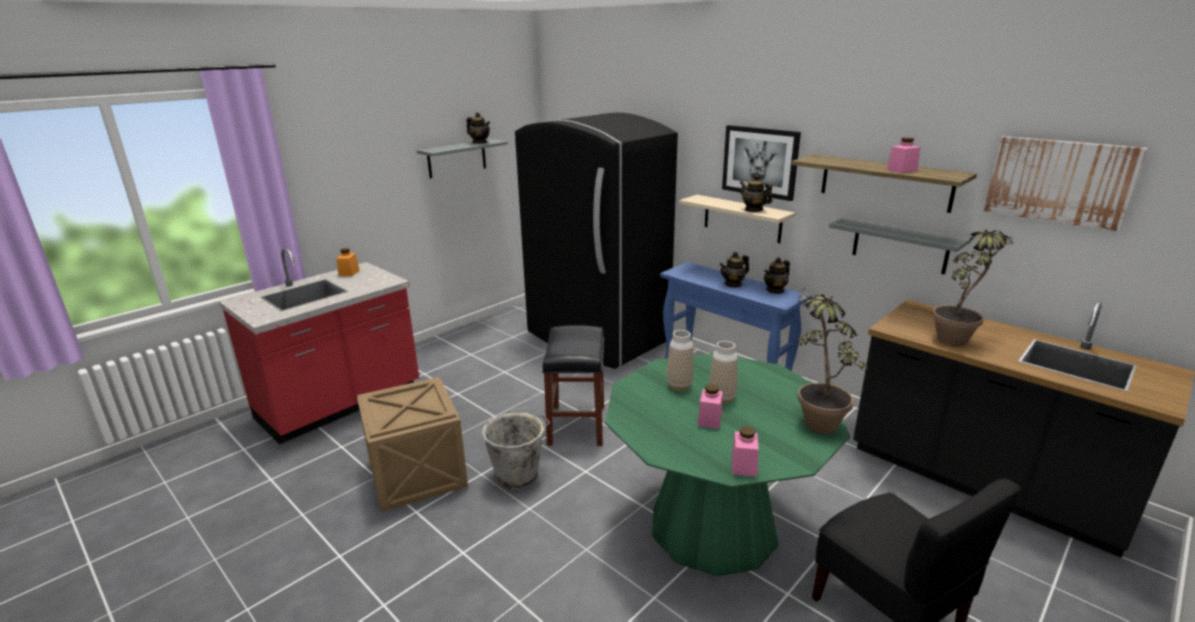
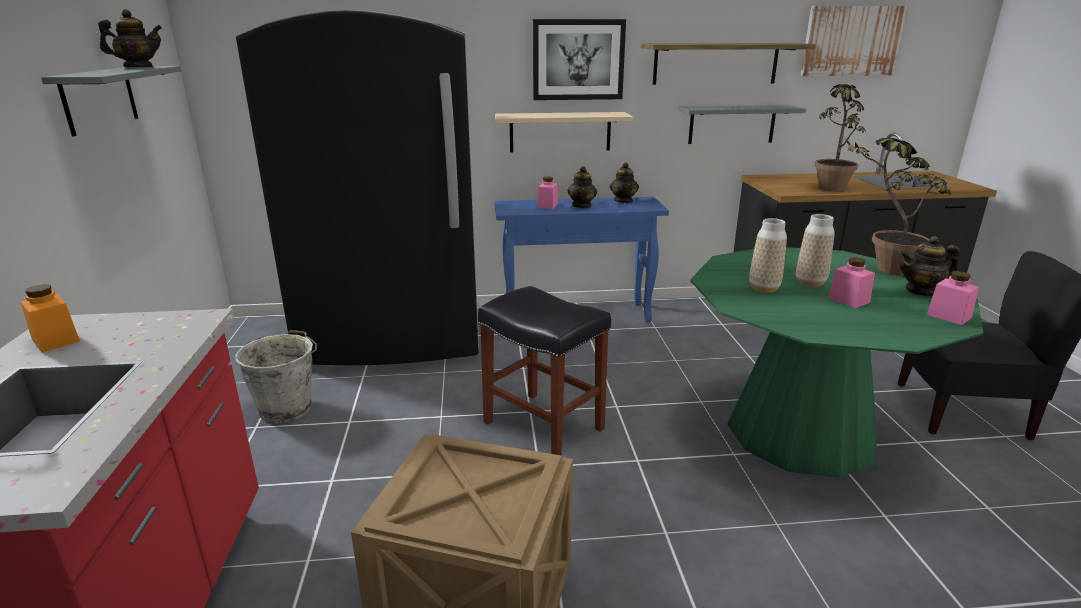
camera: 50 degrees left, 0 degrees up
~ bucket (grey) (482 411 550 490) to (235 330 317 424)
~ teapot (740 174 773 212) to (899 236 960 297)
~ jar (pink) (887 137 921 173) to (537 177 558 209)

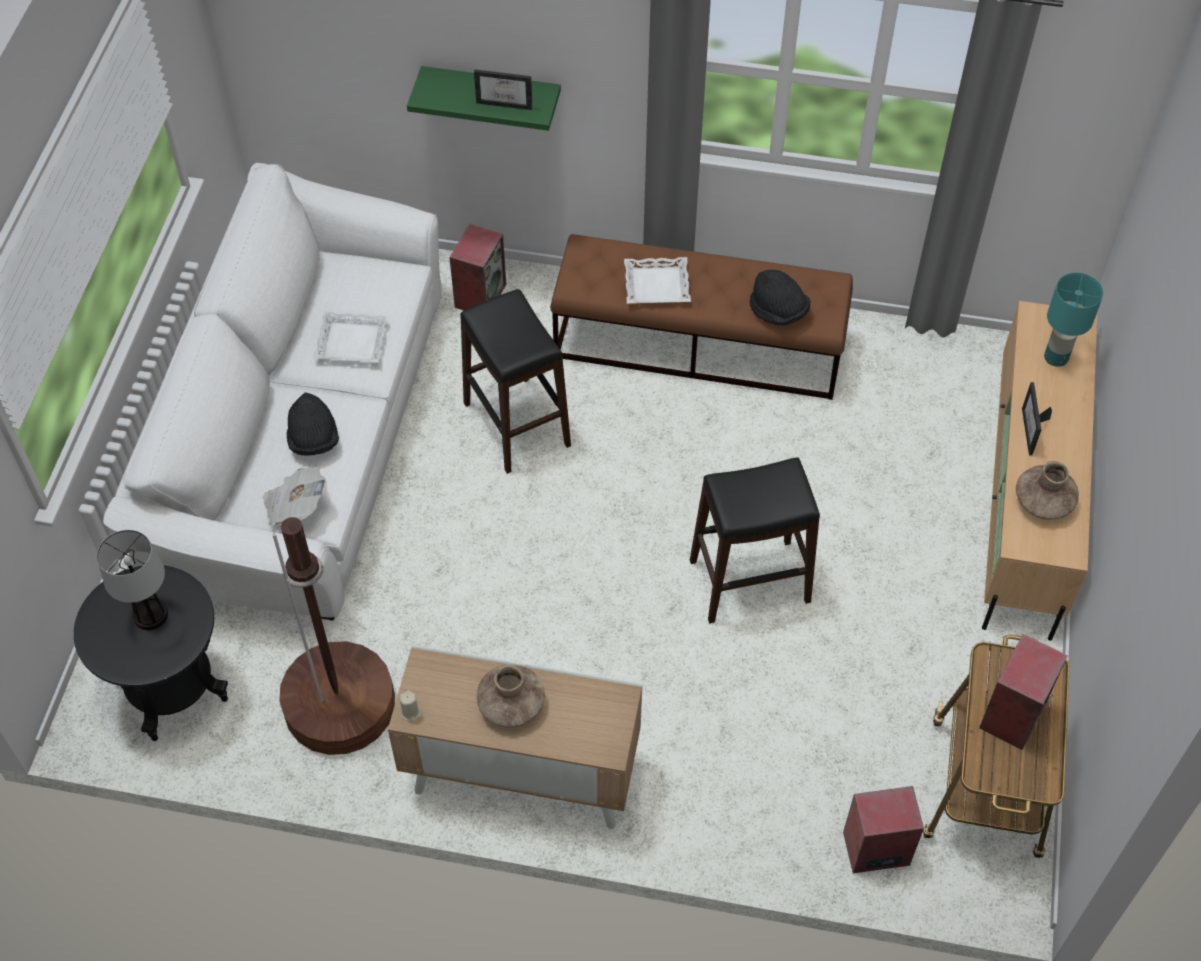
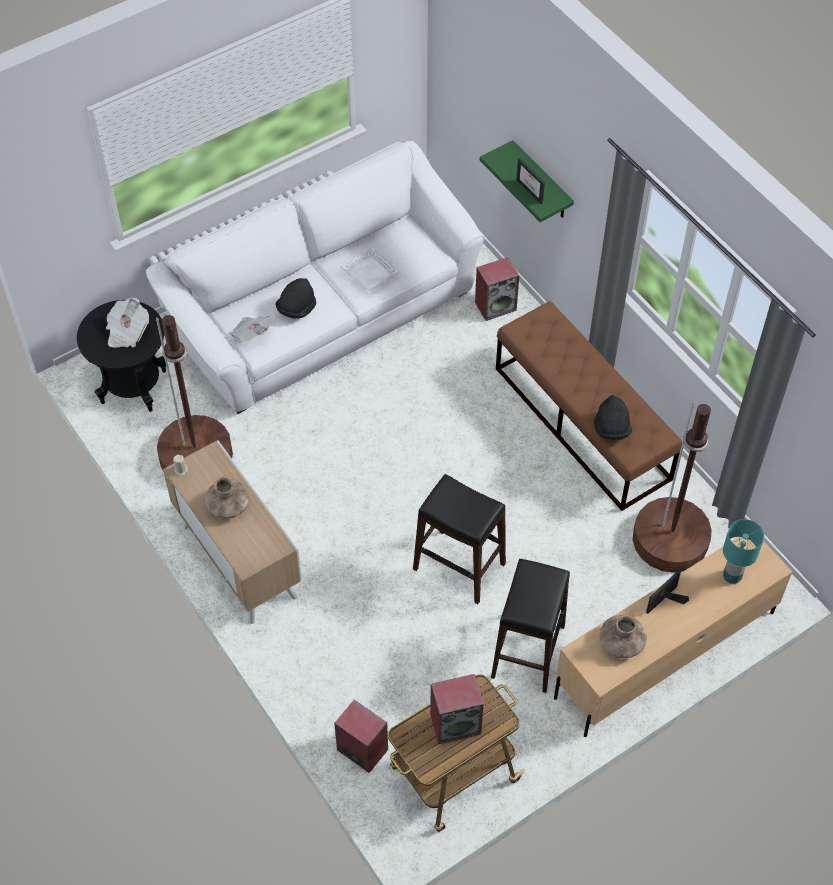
camera: 45 degrees right, 0 degrees up
- tray (white) (624 257 691 303)
+ floor lamp (brown) (633 403 712 573)
~ stool (black) (460 289 571 474) to (491 559 570 693)
~ table lamp (97 530 168 630) to newspaper (106 298 149 348)

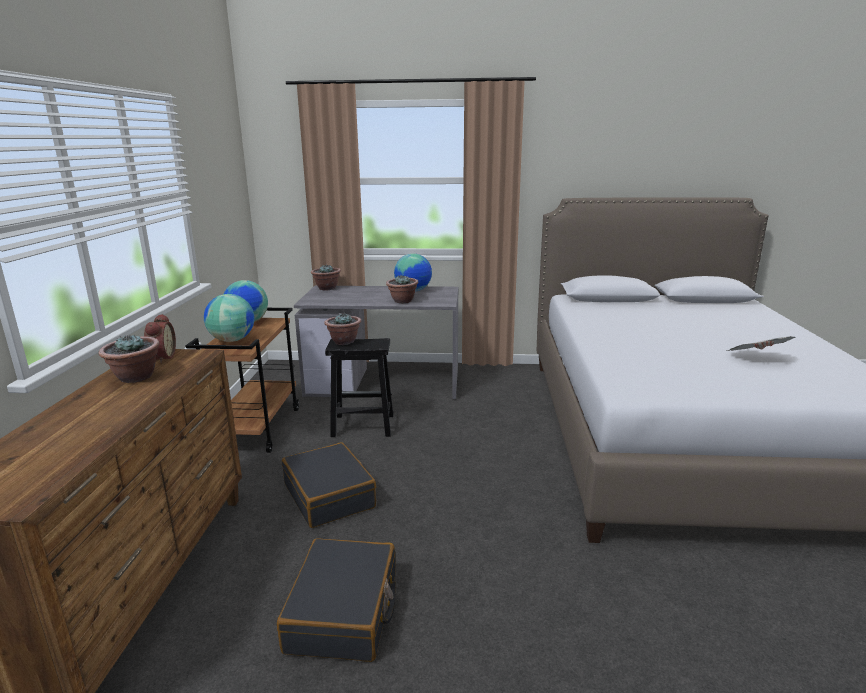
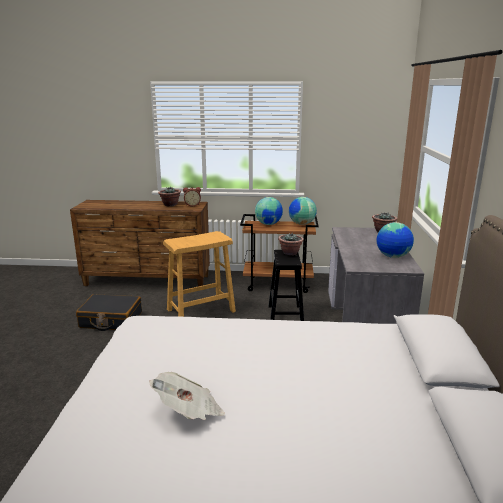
camera: 90 degrees right, 0 degrees up
- potted plant (386 275 418 303)
~ suitcase (black) (282 442 376 528) to stool (beige) (163 231 236 317)

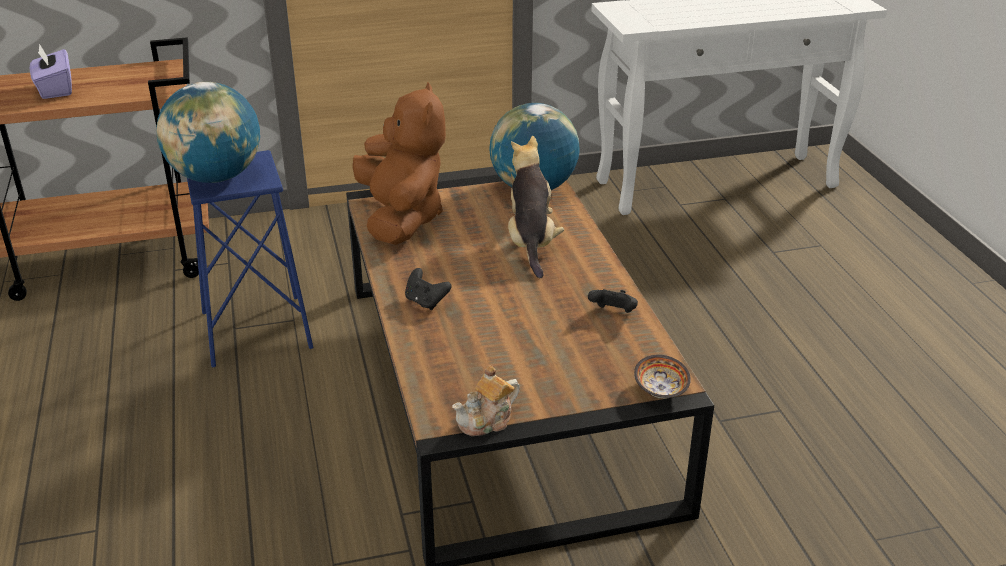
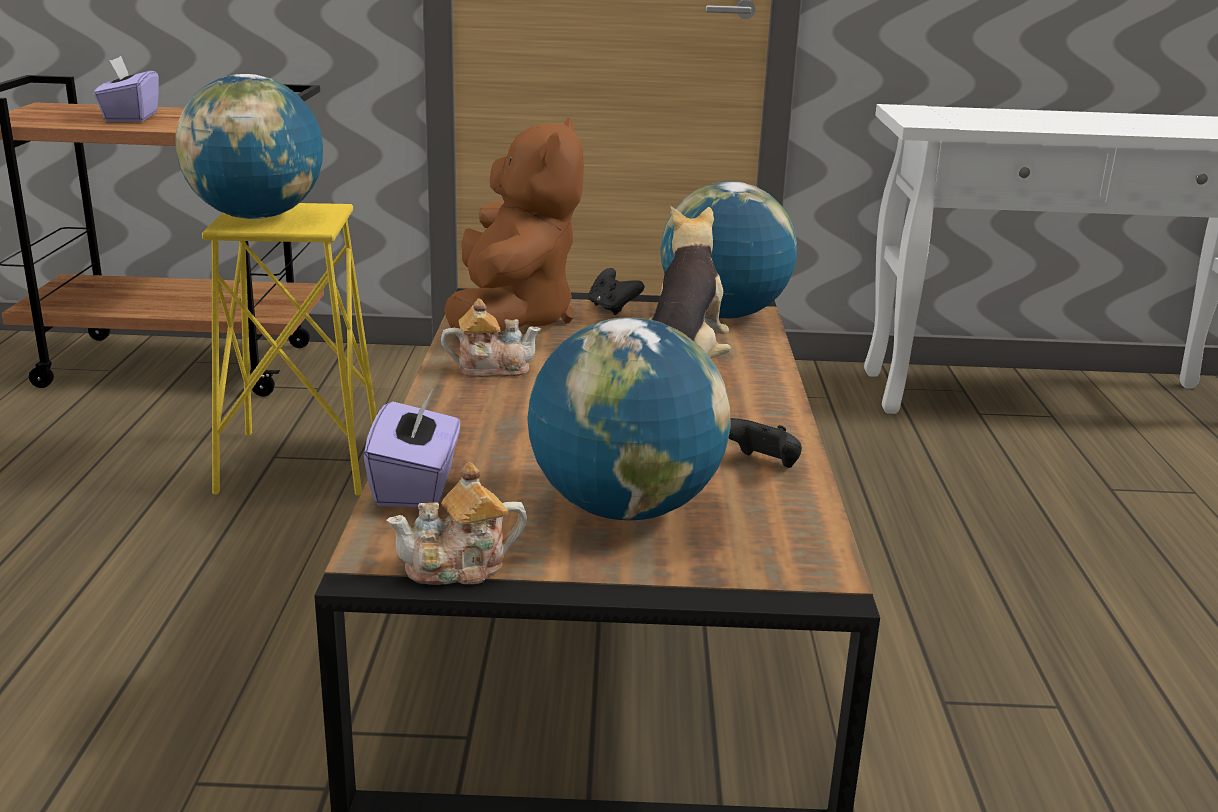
camera: 15 degrees right, 10 degrees down
- bowl (634 355 691 398)
+ tissue box (purple) (364 391 460 507)
+ teapot (441 298 541 377)
+ globe (527 317 731 520)
~ game controller (black) (405 268 451 310) to (588 268 644 315)
~ stool (blue) (187 150 313 367) to stool (yellow) (202 203 377 496)

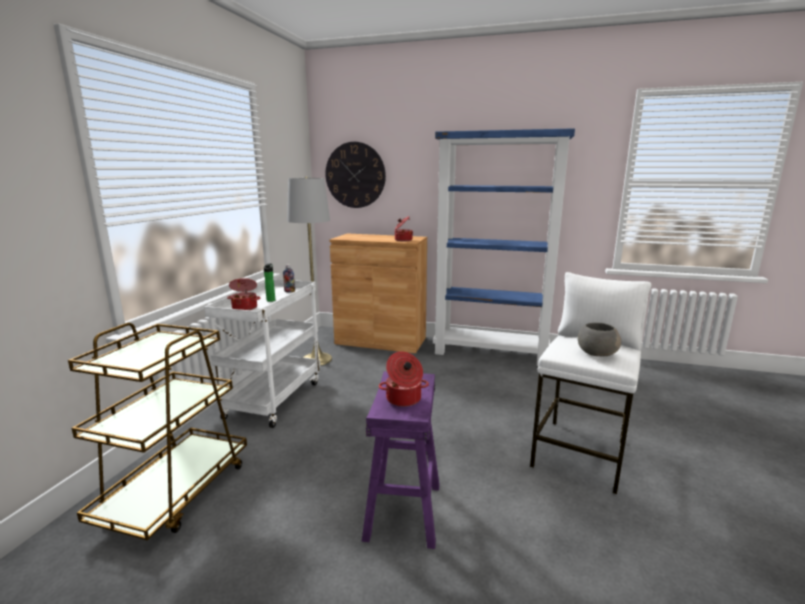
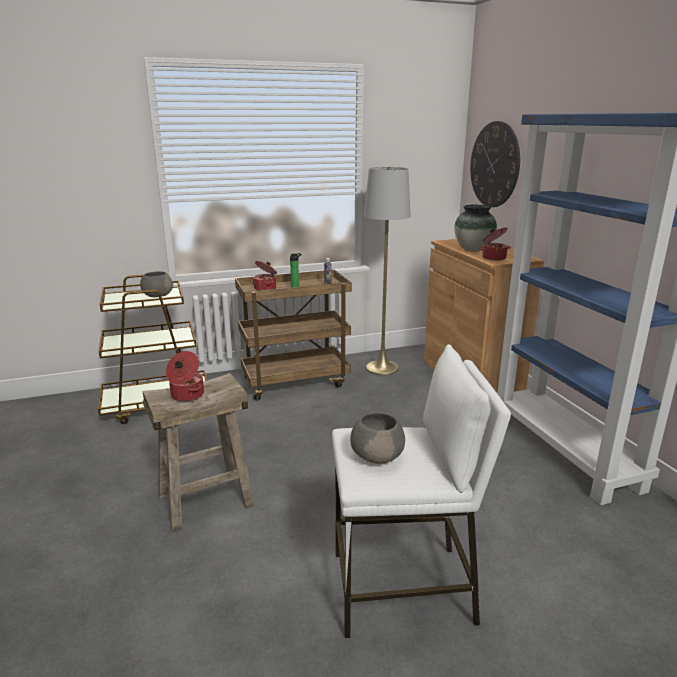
camera: 55 degrees right, 5 degrees up
+ bowl (grey) (140 271 173 297)
+ vase (454 205 497 252)
~ cart (white) (204 279 320 428) to cart (brown) (235 270 351 401)
~ stool (purple) (362 371 440 549) to stool (beige) (143 373 255 533)

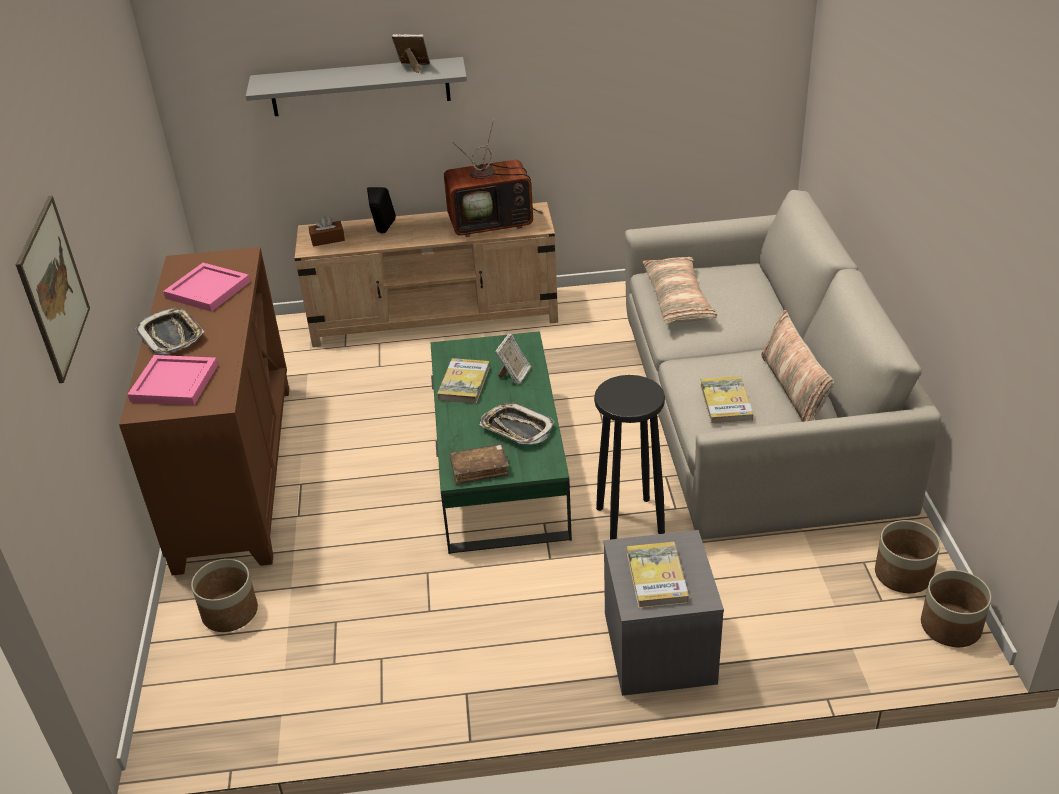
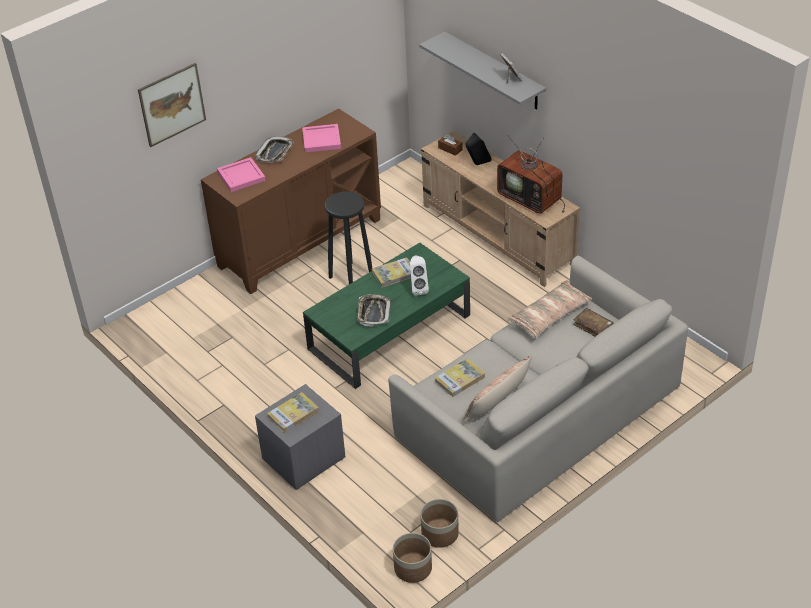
camera: 55 degrees right, 5 degrees up
- planter (191 559 258 632)
~ book (brown) (450 444 509 485) to (573 308 614 337)
~ stool (black) (594 375 665 540) to (325 192 372 284)
~ picture frame (495 333 531 385) to speaker (white) (410 256 429 296)

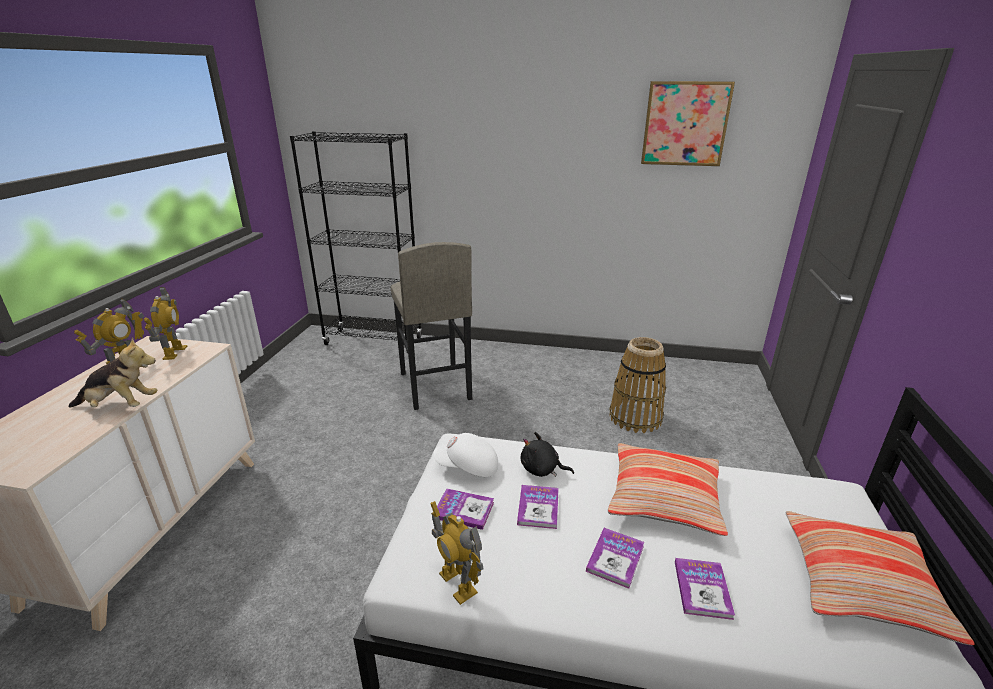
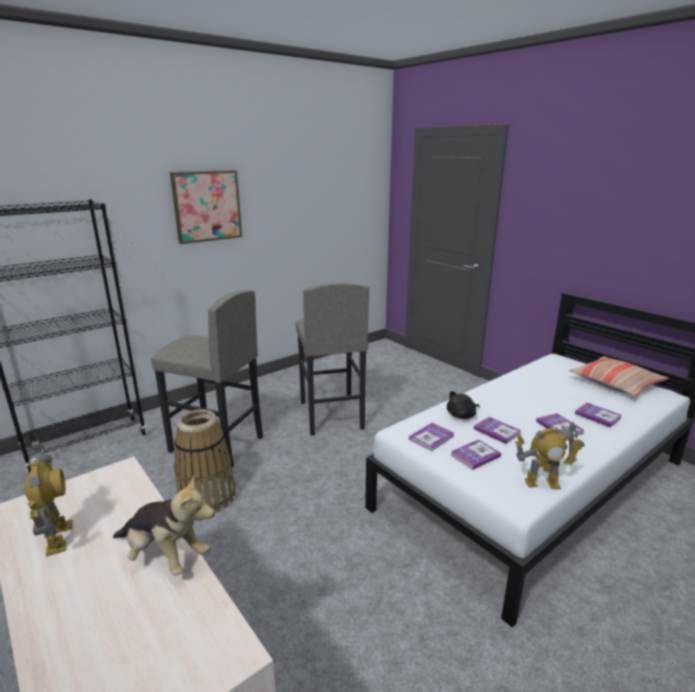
camera: 50 degrees left, 5 degrees down
- toy robot (144 287 187 360)
- pillow (608 443 728 536)
+ stool (grey) (296 282 369 436)
~ basket (610 337 666 433) to (174 409 236 512)
~ picture (641 81 735 166) to (170 170 242 244)
~ cap (white) (433 433 498 477) to book (409 423 454 451)
~ plush toy (69 337 157 408) = (113 475 215 576) 75 degrees clockwise

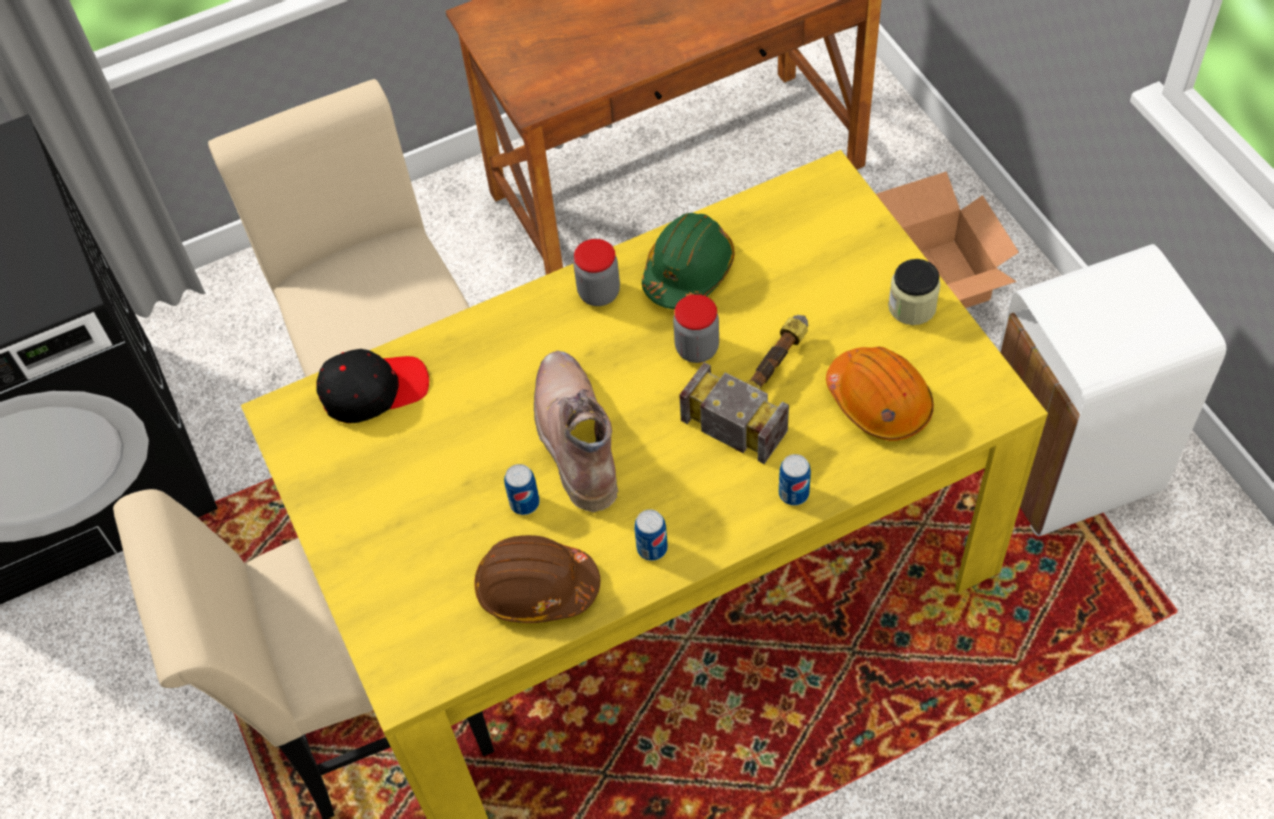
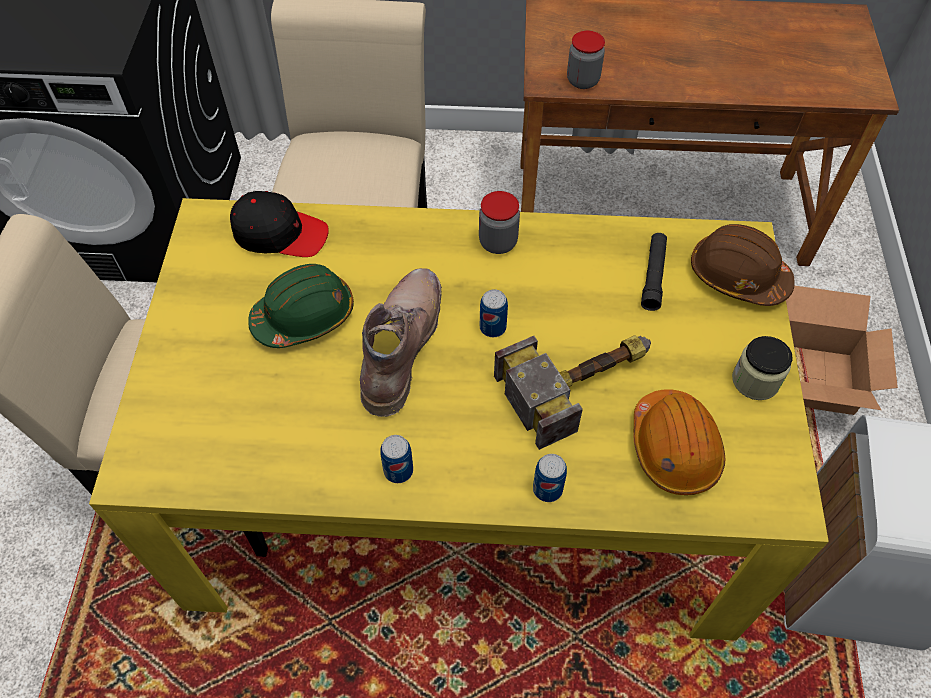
camera: 25 degrees right, 0 degrees up
+ flashlight (black) (641 233 667 311)
~ hard hat (brown) (474 535 600 623) to (691 224 794 306)
~ can (504 464 540 515) to (480 289 508 337)
~ hard hat (green) (642 213 735 309) to (248 264 354 348)
~ jar (673 294 719 363) to (567 31 605 89)

